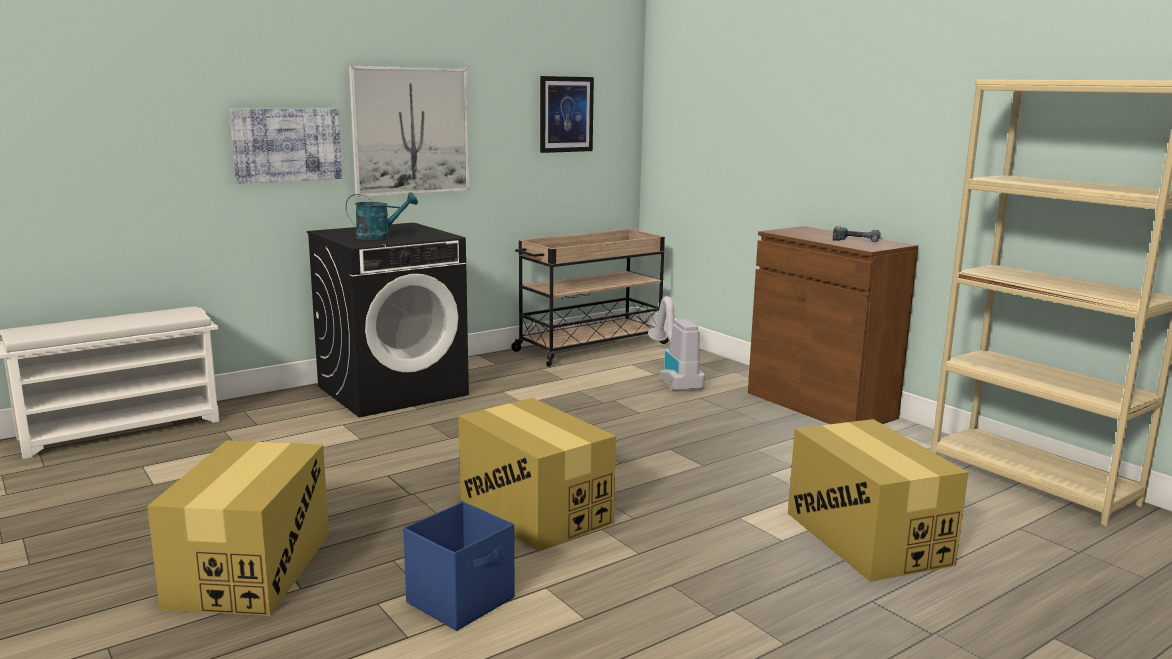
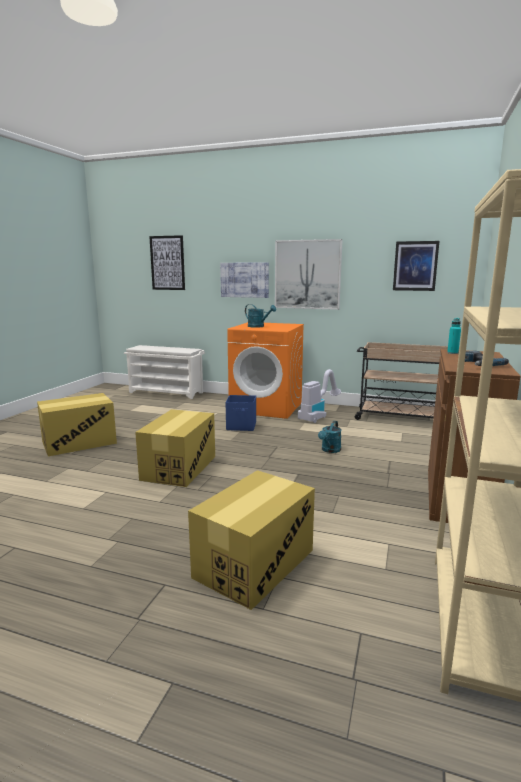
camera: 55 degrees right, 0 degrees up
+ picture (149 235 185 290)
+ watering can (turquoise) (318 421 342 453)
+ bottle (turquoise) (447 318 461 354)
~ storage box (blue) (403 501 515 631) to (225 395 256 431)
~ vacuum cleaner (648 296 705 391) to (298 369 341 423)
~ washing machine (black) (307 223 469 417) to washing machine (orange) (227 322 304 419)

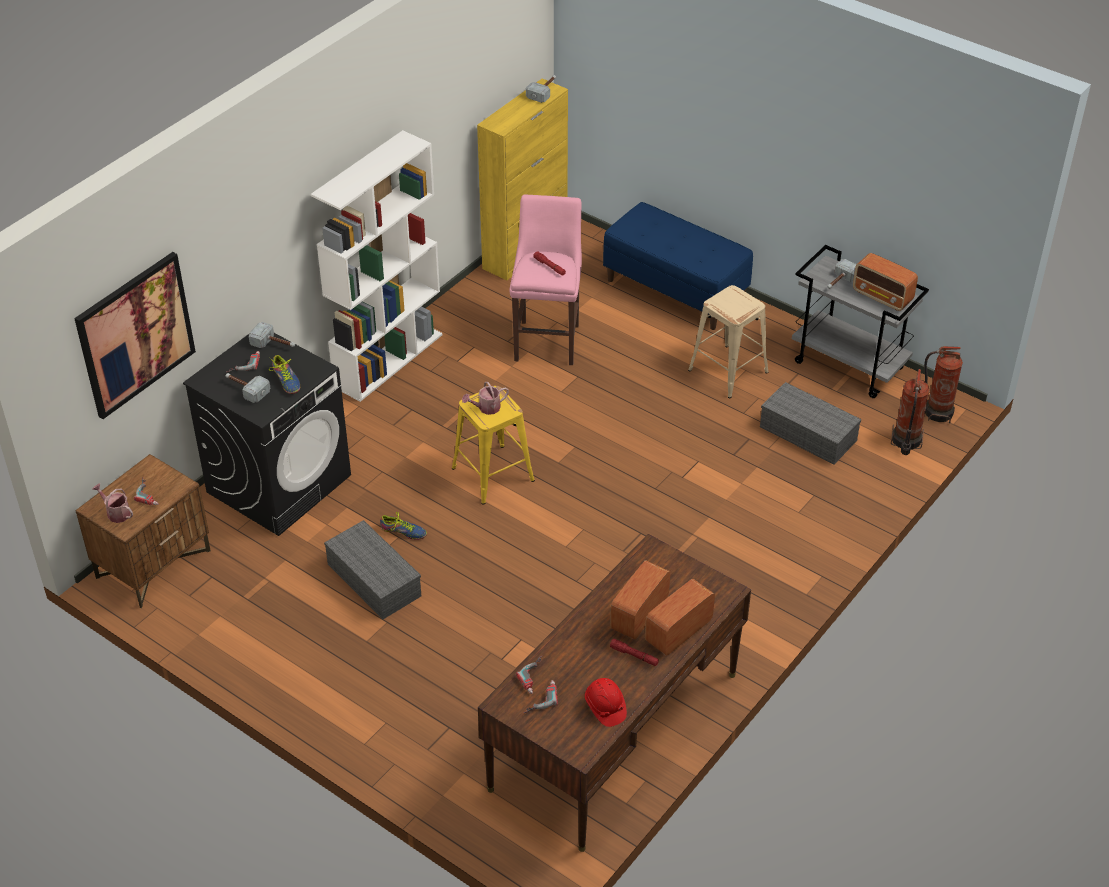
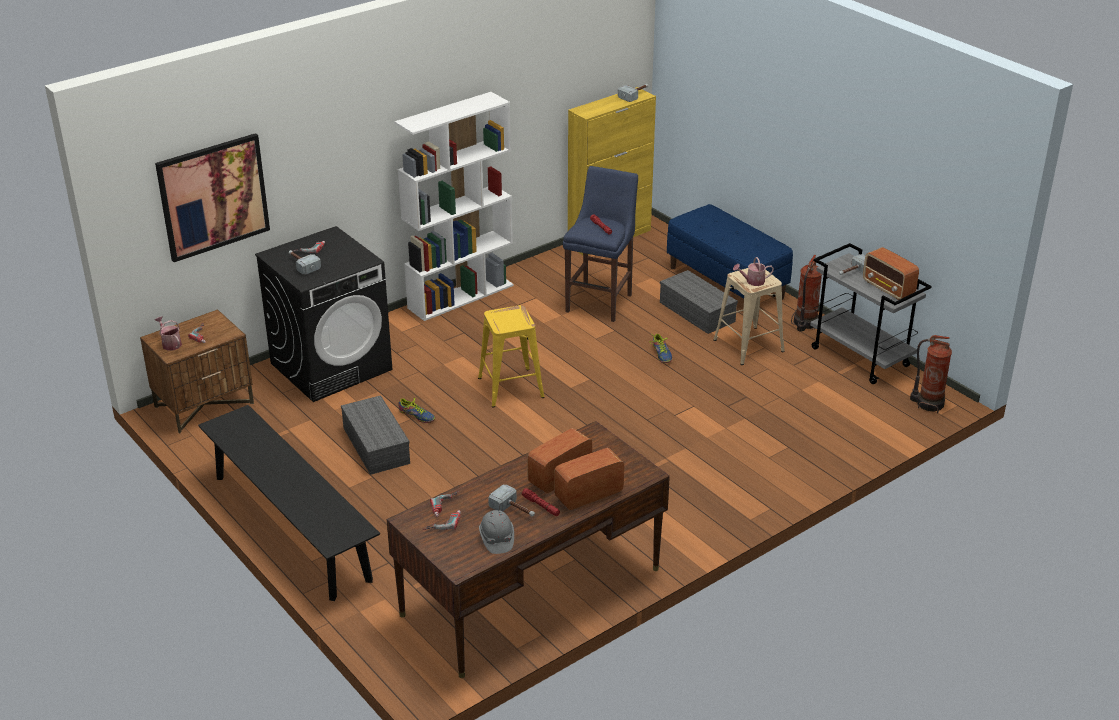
camera: 15 degrees right, 10 degrees down
+ bench (black) (198 405 380 601)
~ hammer (249 322 295 348) to (488 485 535 517)
~ shoe (269 355 300 394) to (650 334 672 363)
~ watering can (462 382 509 415) to (733 257 774 286)
~ storage box (grey) (760 382 861 464) to (660 270 738 334)
~ fire extinguisher (891 369 930 455) to (791 255 822 332)
~ stool (pink) (510 195 582 365) to stool (blue) (563 166 638 322)
~ hard hat (red) (585 678 627 727) to hard hat (grey) (479 510 514 554)

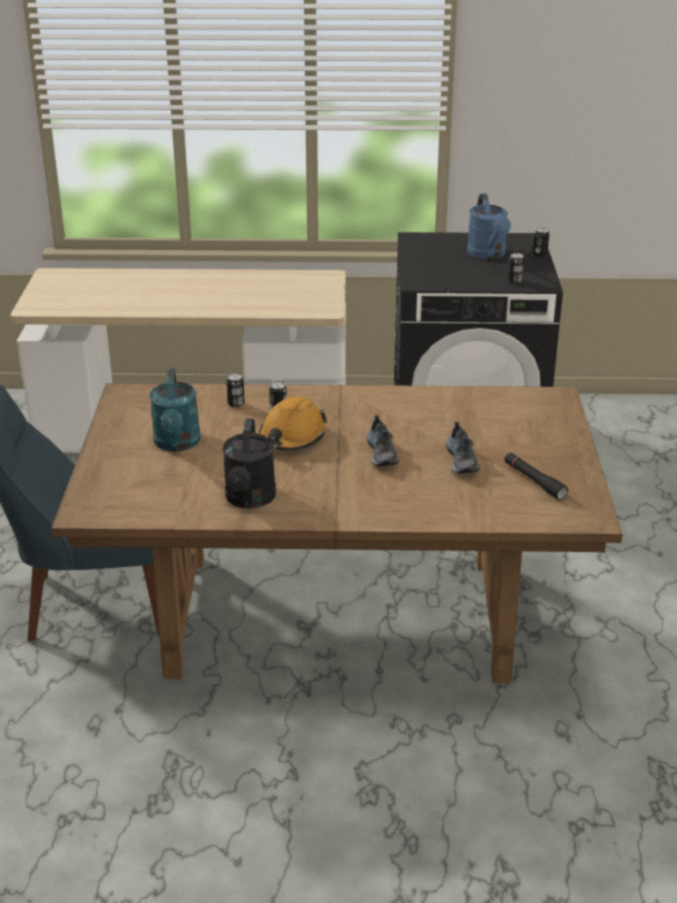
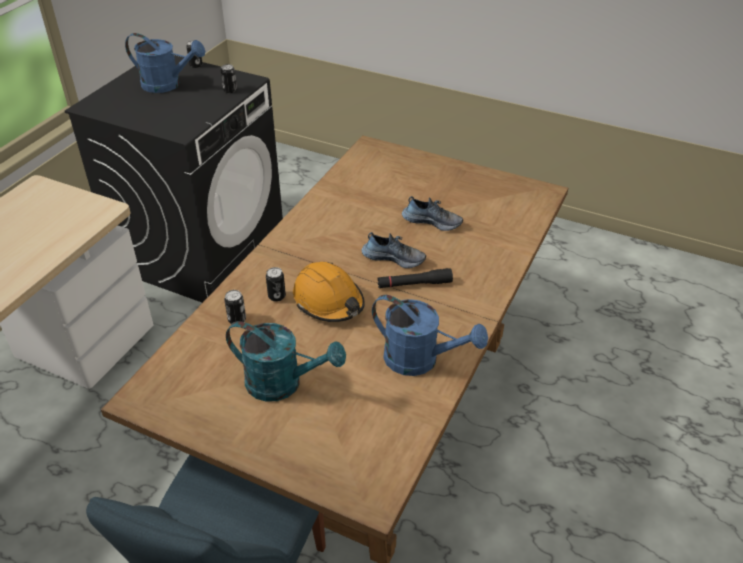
camera: 65 degrees left, 10 degrees up
~ flashlight (black) (504 453 568 500) to (377 268 453 288)
~ watering can (black) (222 419 276 509) to watering can (blue) (372 295 488 376)

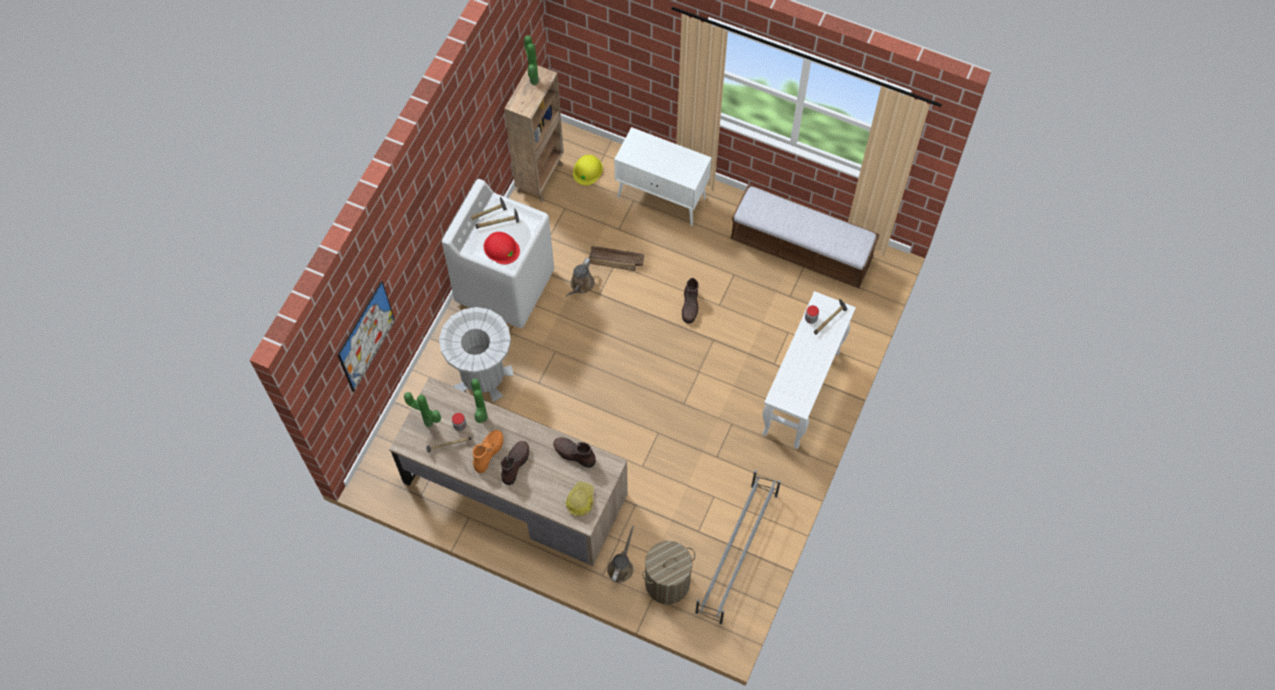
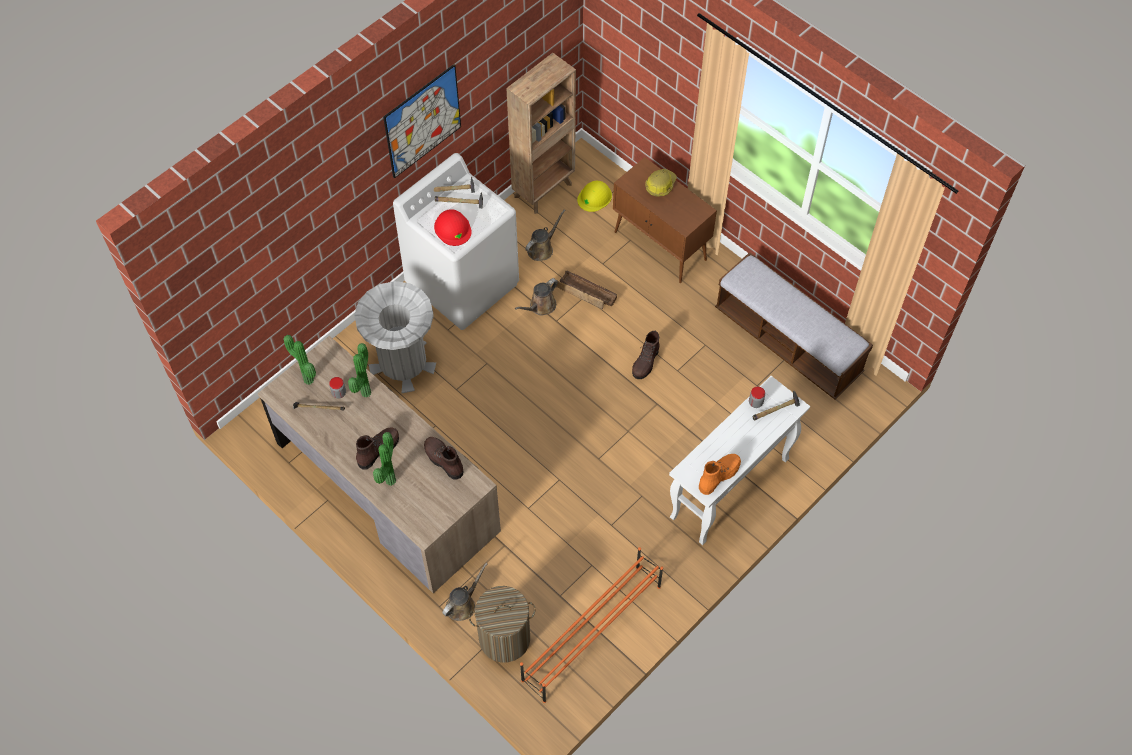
camera: 20 degrees right, 5 degrees down
+ watering can (brown) (525 209 565 261)
~ picture (337 281 395 392) to (383 64 461 178)
~ boot (orange) (473 430 503 473) to (699 454 741 495)
~ potted plant (524 35 539 85) to (373 432 396 486)
~ hard hat (565 482 594 516) to (645 169 677 197)
~ cabinet (white) (614 127 712 226) to cabinet (brown) (613 157 717 283)
~ shoe rack (grey) (695 470 781 625) to shoe rack (orange) (520 547 663 703)

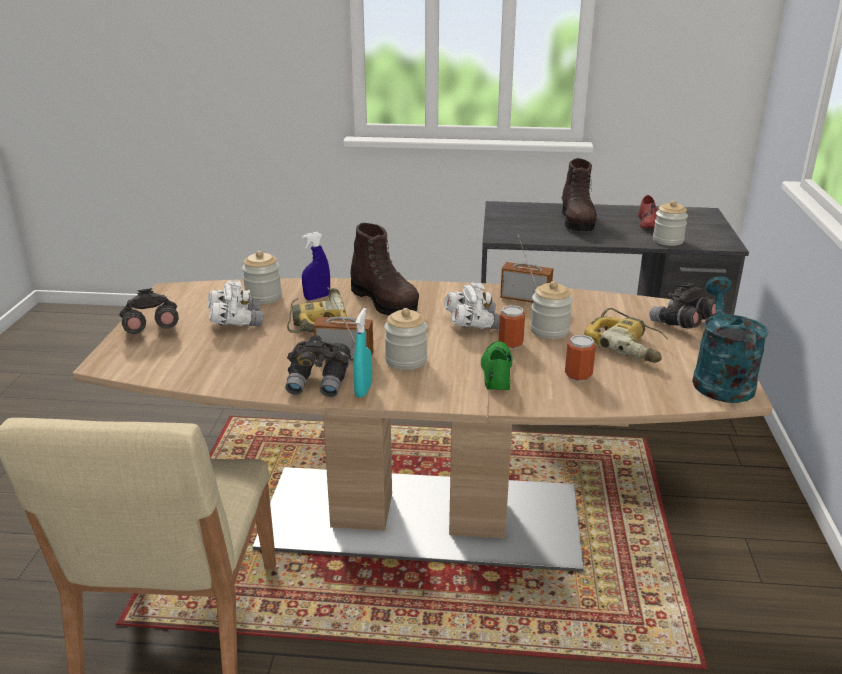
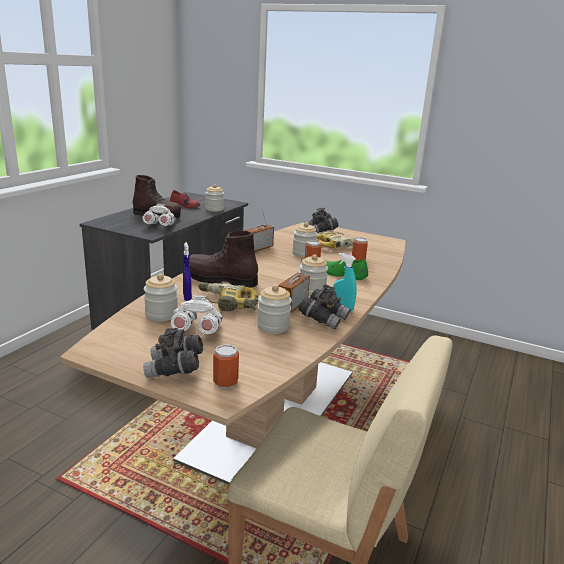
camera: 70 degrees left, 5 degrees down
- watering can (turquoise) (692 276 769 403)
+ can (213 344 239 388)
+ jar (257 285 292 334)
~ binoculars (white) (444 282 500 329) to (143 203 177 226)
~ boot (brown) (350 223 419 315) = (189 231 258 288) 150 degrees counterclockwise

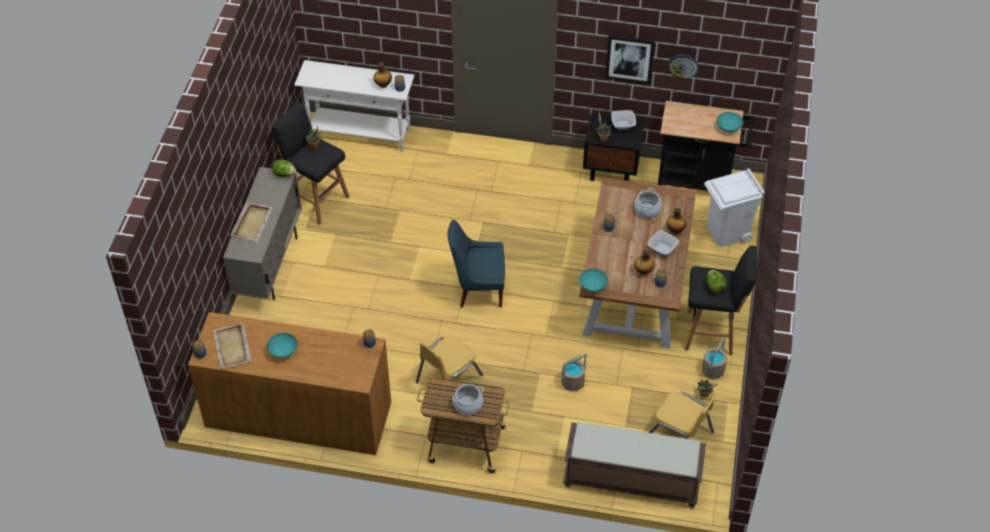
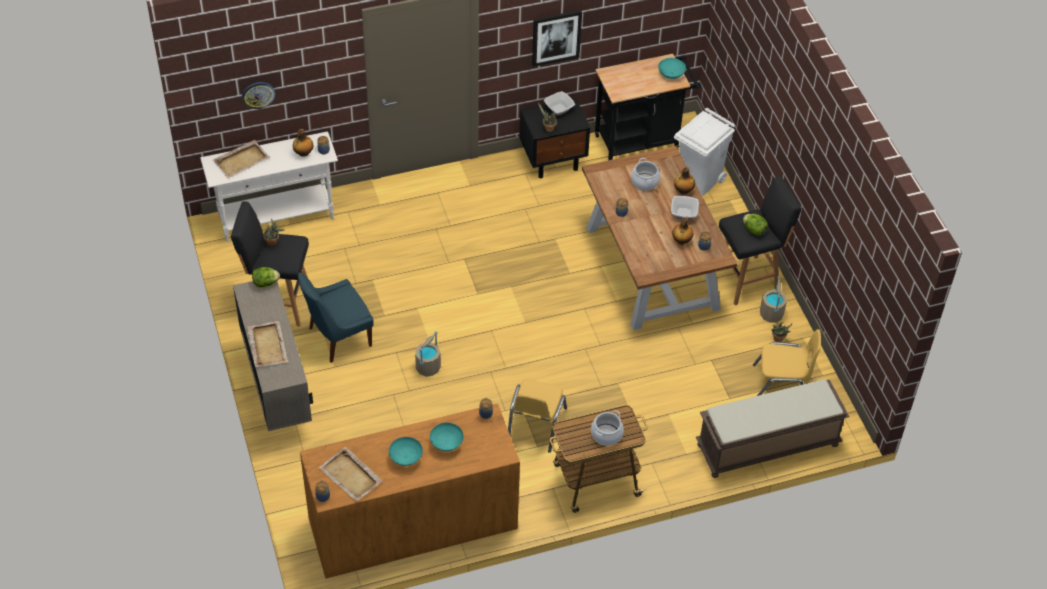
camera: 30 degrees left, 0 degrees up
+ tray (beige) (213 140 270 179)
~ chair (blue) (448 220 505 308) to (298 272 373 363)
~ bucket (beige) (561 353 587 391) to (415 331 441 377)
~ bowl (turquoise) (579 269 608 292) to (430 423 464 451)
~ wall clock (668 54 698 79) to (242 82 275 109)

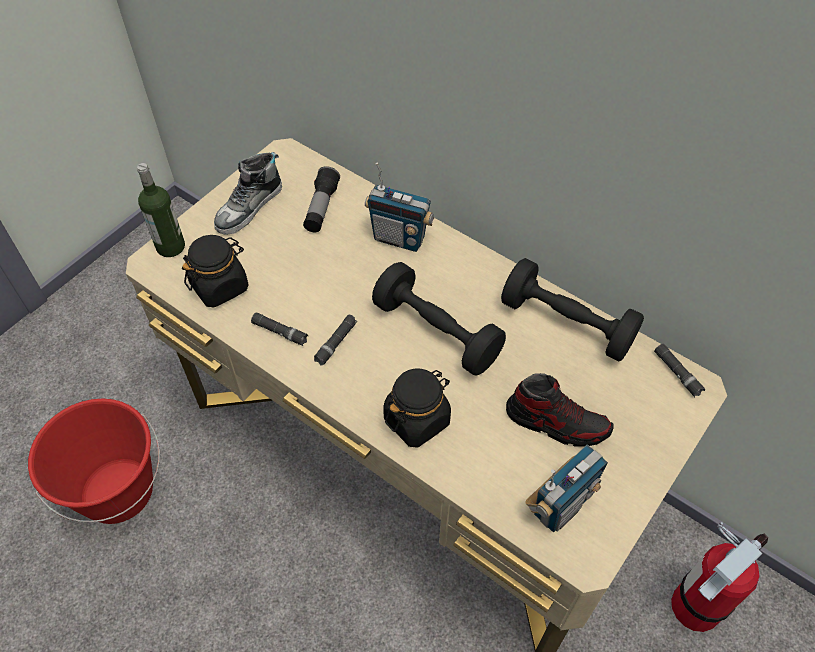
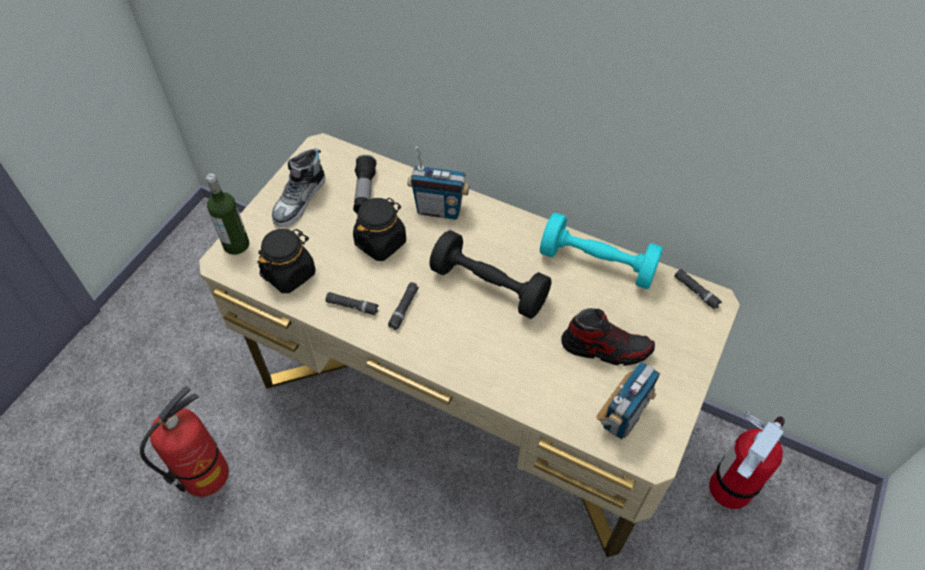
camera: 10 degrees left, 0 degrees up
~ jar (black) (383 368 451 447) to (353 198 406 261)
~ bucket (red) (28 398 160 524) to fire extinguisher (140 386 229 497)
~ dumbbell (black) (501 258 644 362) to dumbbell (turquoise) (540 212 663 289)

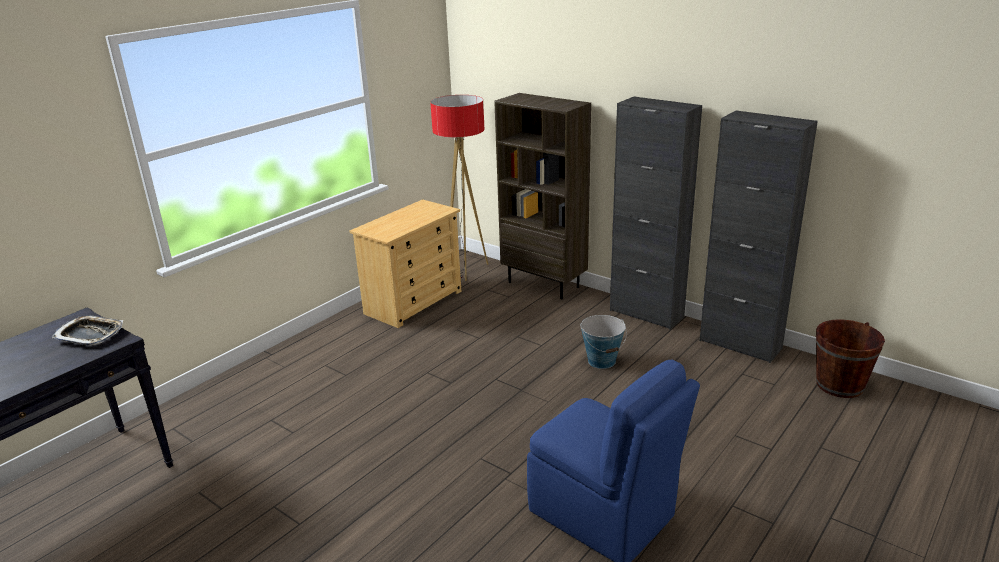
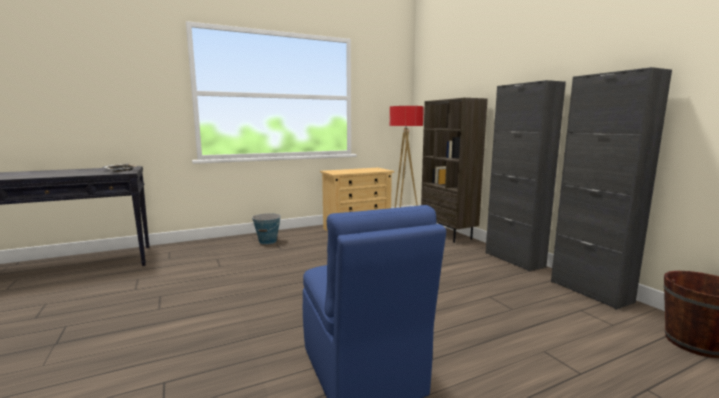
camera: 25 degrees right, 15 degrees down
~ bucket (580 315 627 369) to (252 213 281 244)

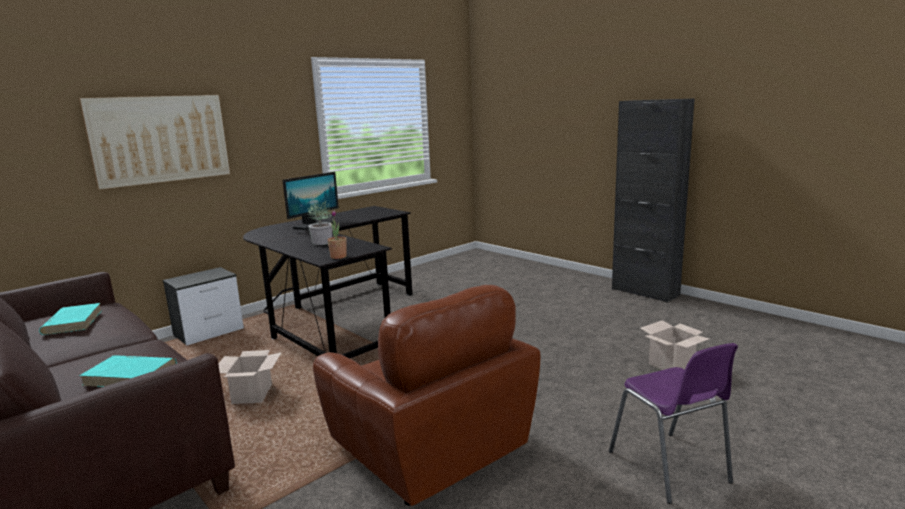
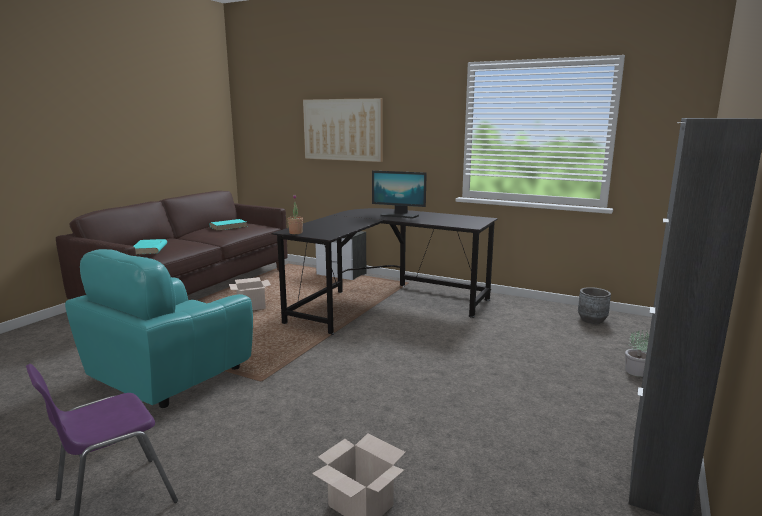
camera: 70 degrees right, 0 degrees up
+ planter (grey) (578 287 611 324)
~ potted plant (308 201 332 245) to (625 330 649 377)
~ armchair (brown) (313 285 540 506) to armchair (turquoise) (65 249 253 408)

